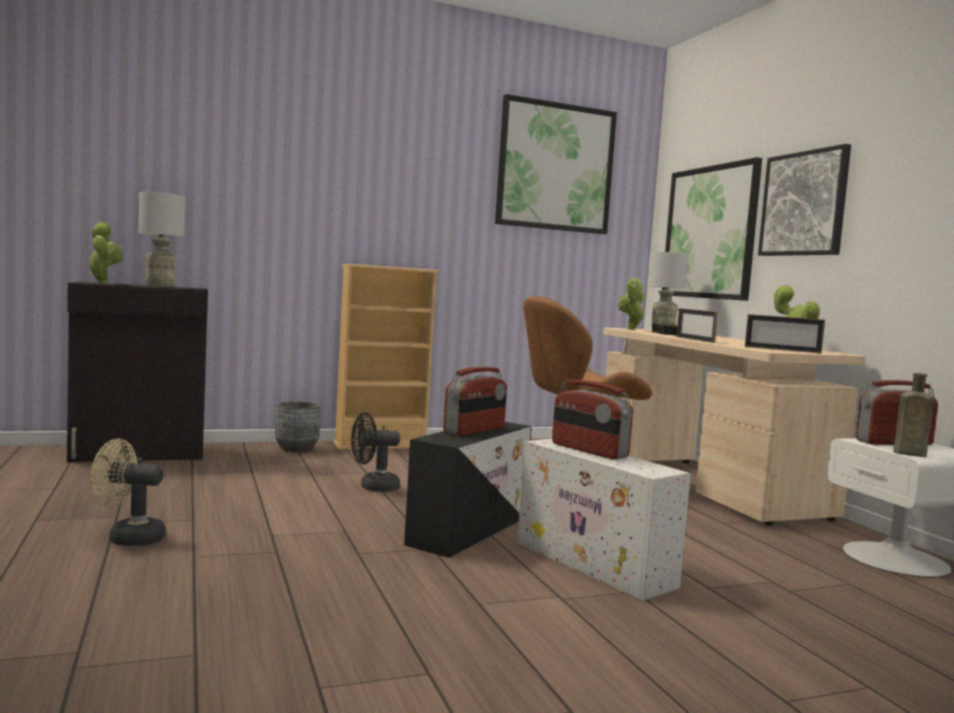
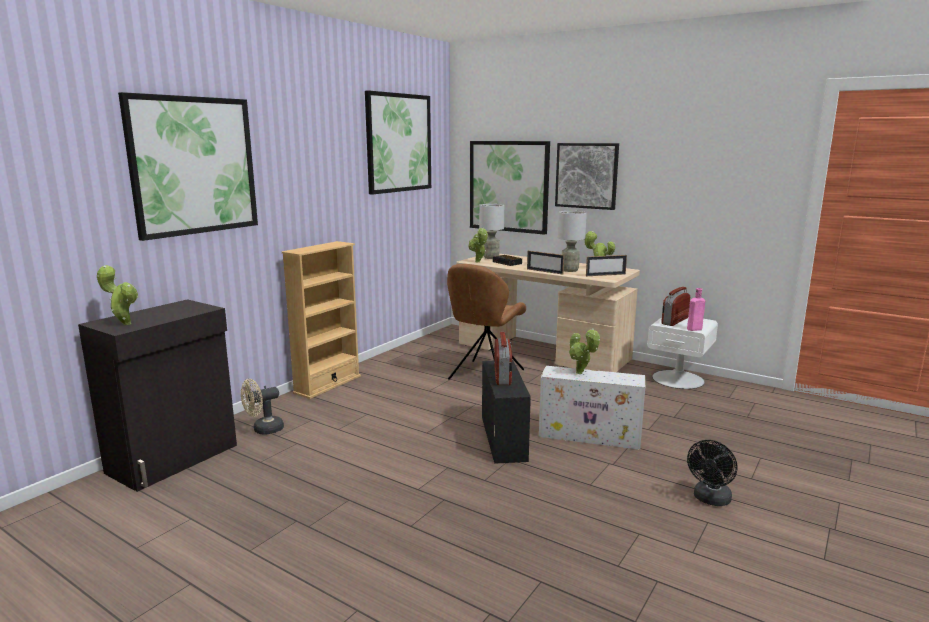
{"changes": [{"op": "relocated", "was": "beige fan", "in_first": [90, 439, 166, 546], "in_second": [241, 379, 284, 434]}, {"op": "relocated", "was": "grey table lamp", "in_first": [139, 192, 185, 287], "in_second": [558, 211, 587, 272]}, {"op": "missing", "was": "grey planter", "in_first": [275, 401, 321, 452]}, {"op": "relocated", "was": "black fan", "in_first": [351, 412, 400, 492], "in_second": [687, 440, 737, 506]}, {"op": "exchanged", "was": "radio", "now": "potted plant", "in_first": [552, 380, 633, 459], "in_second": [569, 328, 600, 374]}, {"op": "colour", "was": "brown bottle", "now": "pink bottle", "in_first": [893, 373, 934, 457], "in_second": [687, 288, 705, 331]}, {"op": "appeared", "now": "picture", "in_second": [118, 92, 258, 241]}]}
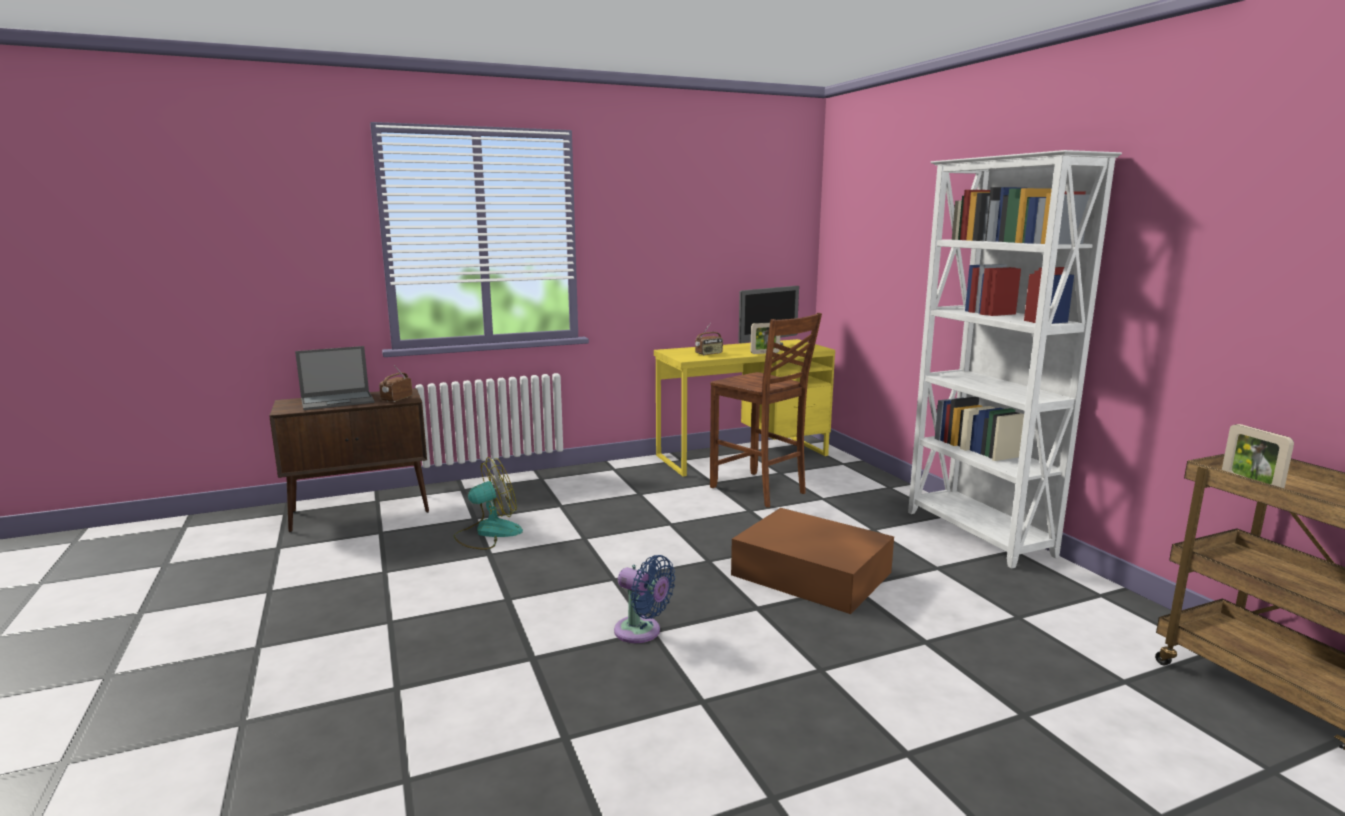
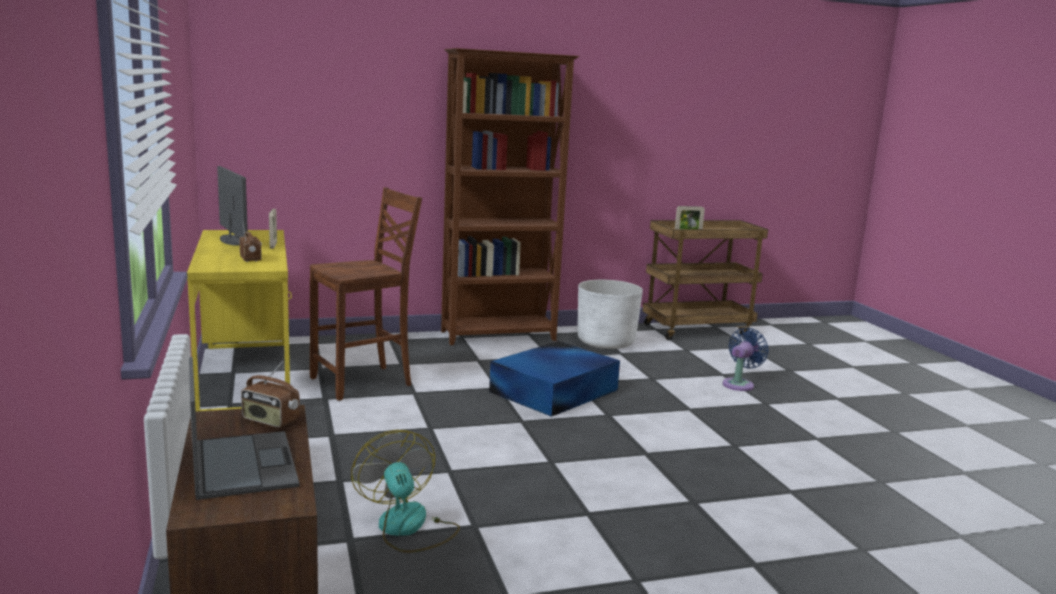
{"changes": [{"op": "relocated", "was": "blue fan", "in_first": [614, 555, 675, 643], "in_second": [722, 327, 769, 391]}, {"op": "colour", "was": "brown storage box", "now": "blue storage box", "in_first": [731, 508, 894, 614], "in_second": [489, 341, 620, 417]}, {"op": "colour", "was": "white bookcase", "now": "brown bookcase", "in_first": [908, 150, 1122, 568], "in_second": [441, 48, 579, 345]}, {"op": "appeared", "now": "white planter", "in_second": [578, 280, 643, 349]}]}
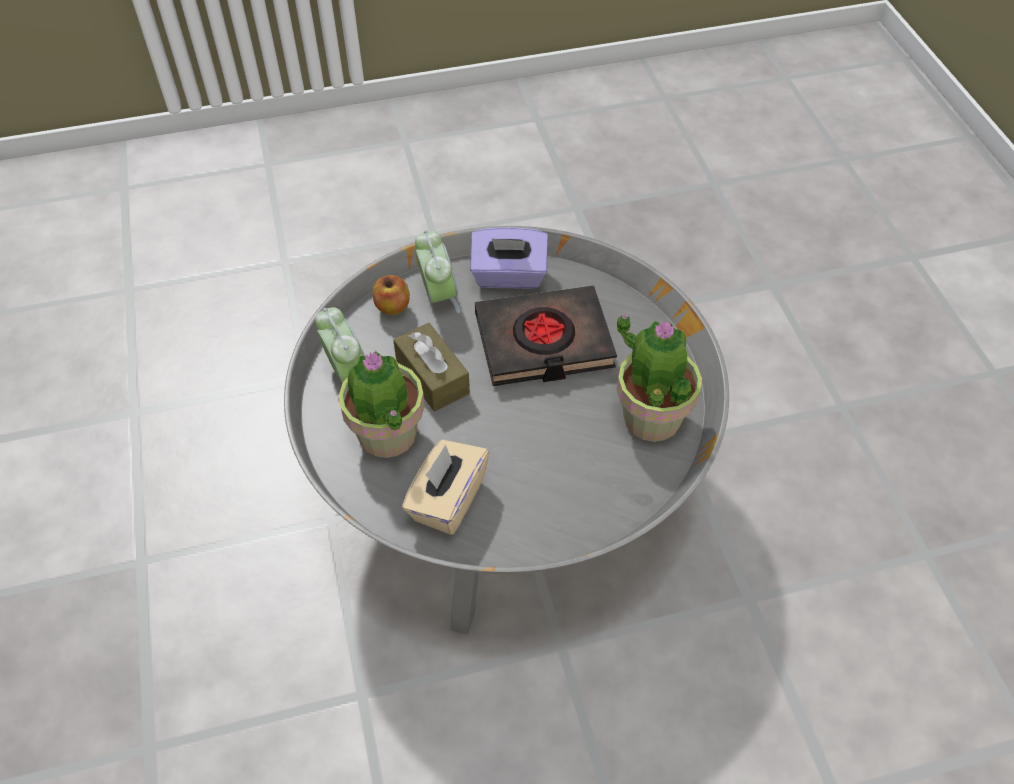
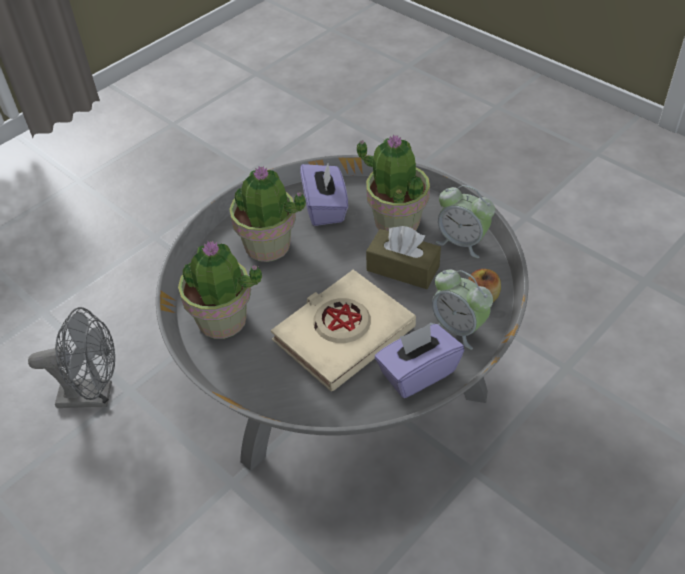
{"changes": [{"op": "colour", "was": "beige tissue box", "now": "purple tissue box", "in_first": [402, 440, 489, 535], "in_second": [300, 161, 348, 226]}, {"op": "colour", "was": "black book", "now": "beige book", "in_first": [475, 286, 617, 386], "in_second": [271, 270, 416, 392]}, {"op": "appeared", "now": "grey fan", "in_second": [28, 307, 115, 408]}, {"op": "appeared", "now": "potted plant", "in_second": [229, 166, 306, 262]}]}
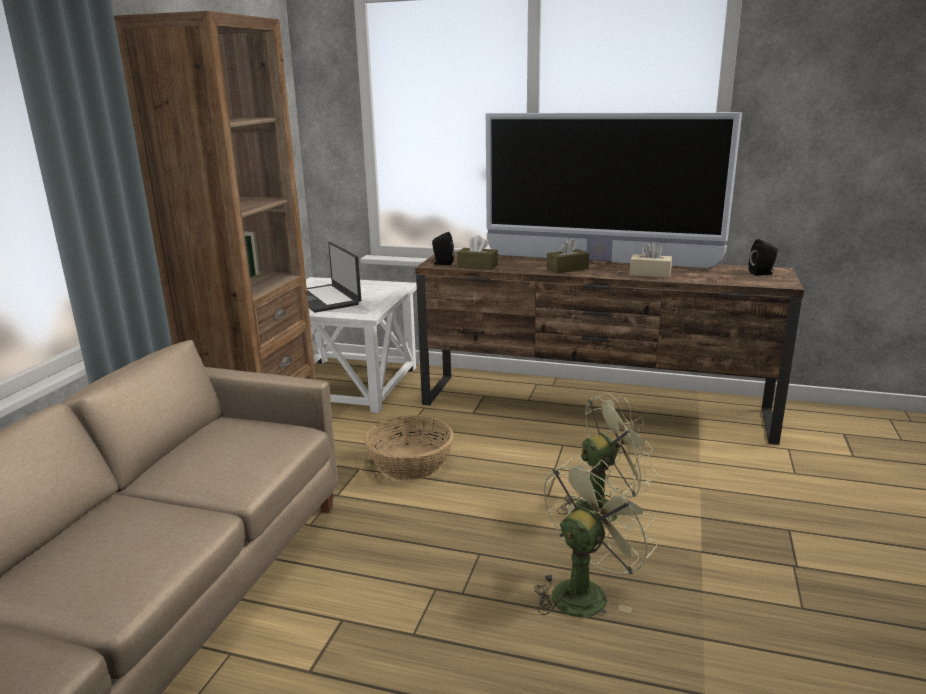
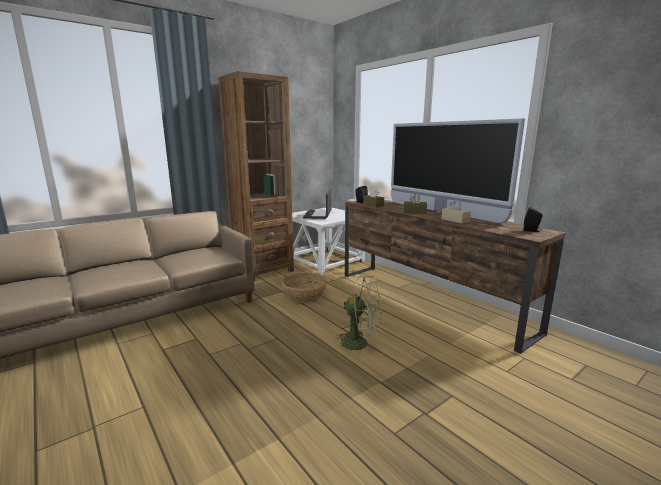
{"changes": [{"op": "missing", "was": "green fan", "in_first": [534, 457, 657, 617]}]}
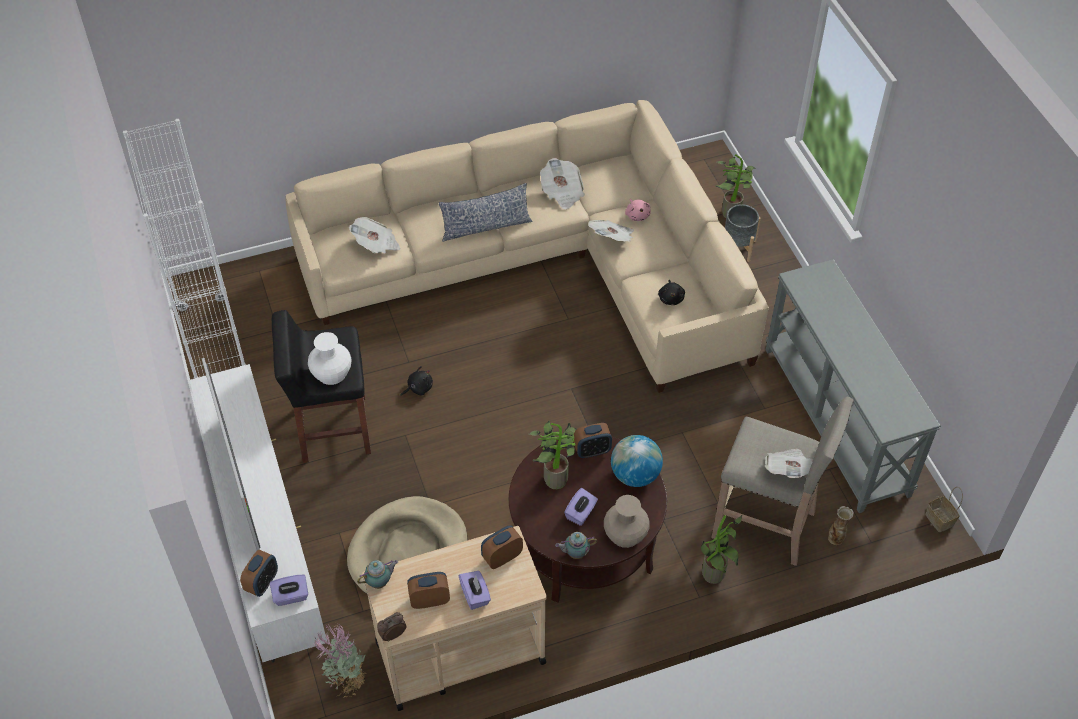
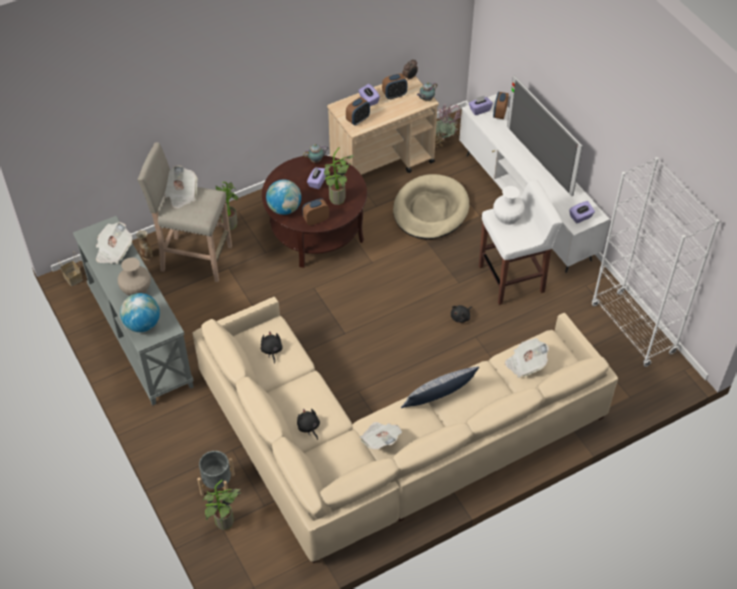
{"changes": [{"op": "colour", "was": "black stool", "now": "white stool", "in_first": [272, 310, 371, 463], "in_second": [479, 180, 562, 305]}, {"op": "relocated", "was": "newspaper", "in_first": [588, 220, 634, 242], "in_second": [96, 222, 132, 264]}, {"op": "relocated", "was": "beige vase", "in_first": [604, 495, 649, 548], "in_second": [118, 257, 151, 296]}, {"op": "colour", "was": "pink plush toy", "now": "black plush toy", "in_first": [625, 199, 651, 221], "in_second": [297, 409, 320, 440]}, {"op": "appeared", "now": "globe", "in_second": [120, 293, 160, 332]}, {"op": "appeared", "now": "purple tissue box", "in_second": [569, 201, 595, 223]}]}
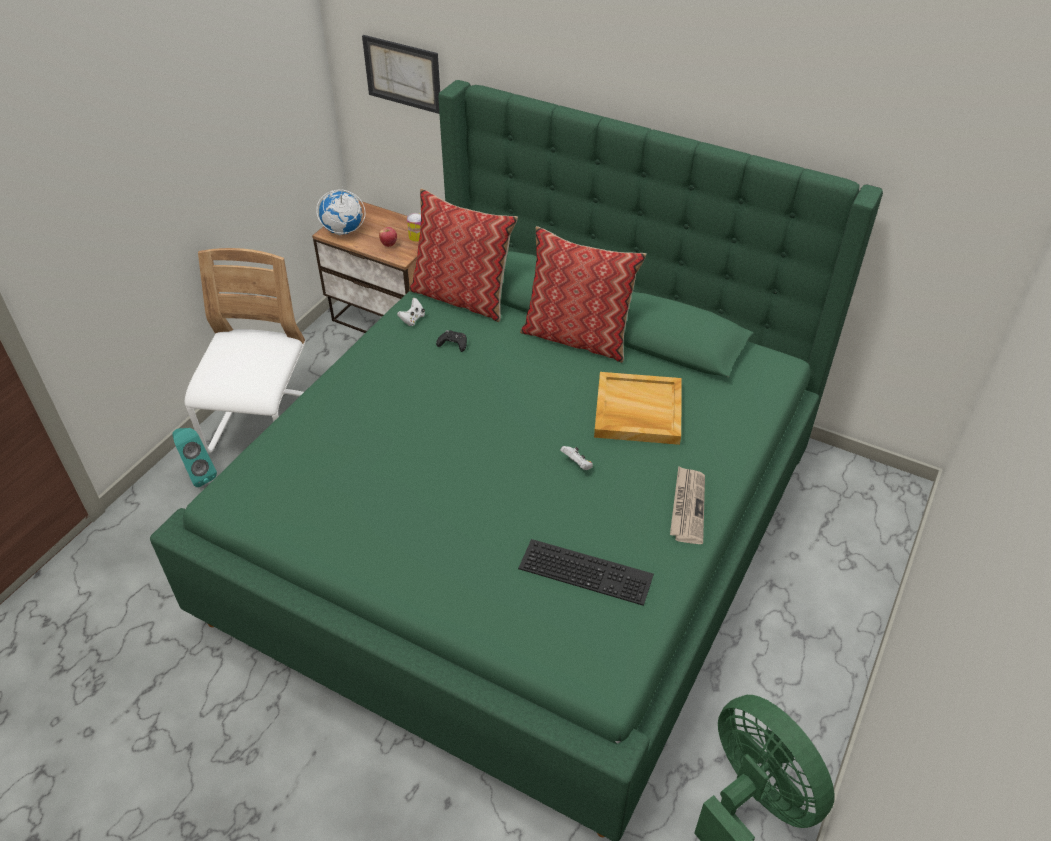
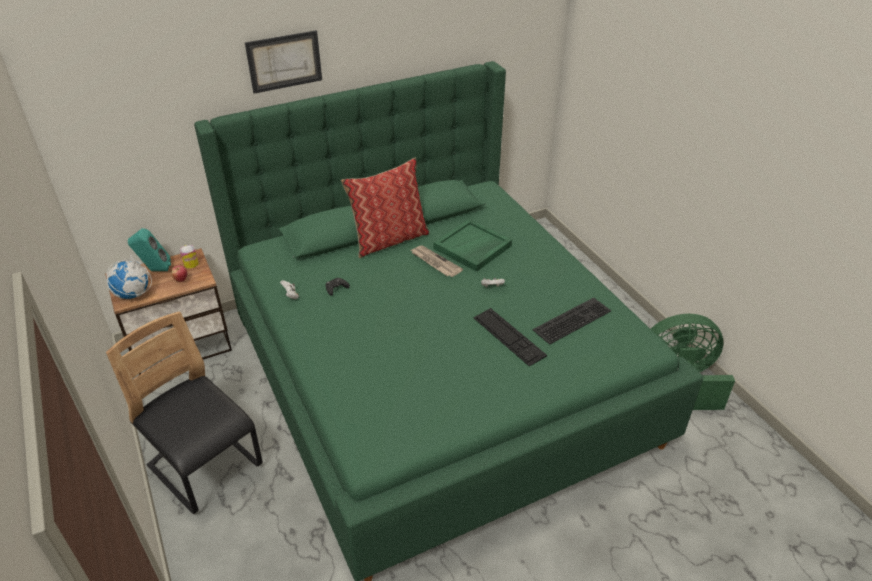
{"changes": [{"op": "relocated", "was": "turquoise speaker", "in_first": [172, 428, 217, 487], "in_second": [128, 228, 171, 271]}, {"op": "colour", "was": "white chair", "now": "black chair", "in_first": [185, 248, 306, 453], "in_second": [106, 311, 263, 514]}, {"op": "relocated", "was": "picture", "in_first": [362, 35, 440, 114], "in_second": [245, 30, 322, 94]}, {"op": "missing", "was": "pillow", "in_first": [409, 188, 518, 322]}, {"op": "colour", "was": "beige tray", "now": "green tray", "in_first": [594, 372, 682, 445], "in_second": [433, 219, 512, 272]}, {"op": "relocated", "was": "newspaper", "in_first": [670, 466, 705, 544], "in_second": [411, 245, 463, 277]}, {"op": "appeared", "now": "keyboard", "in_second": [474, 308, 547, 366]}]}
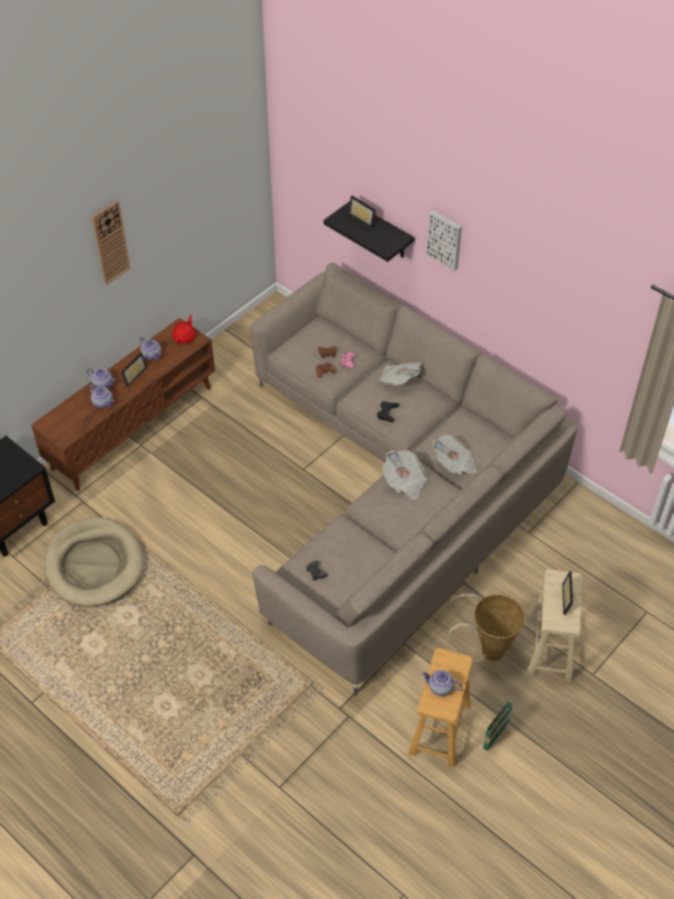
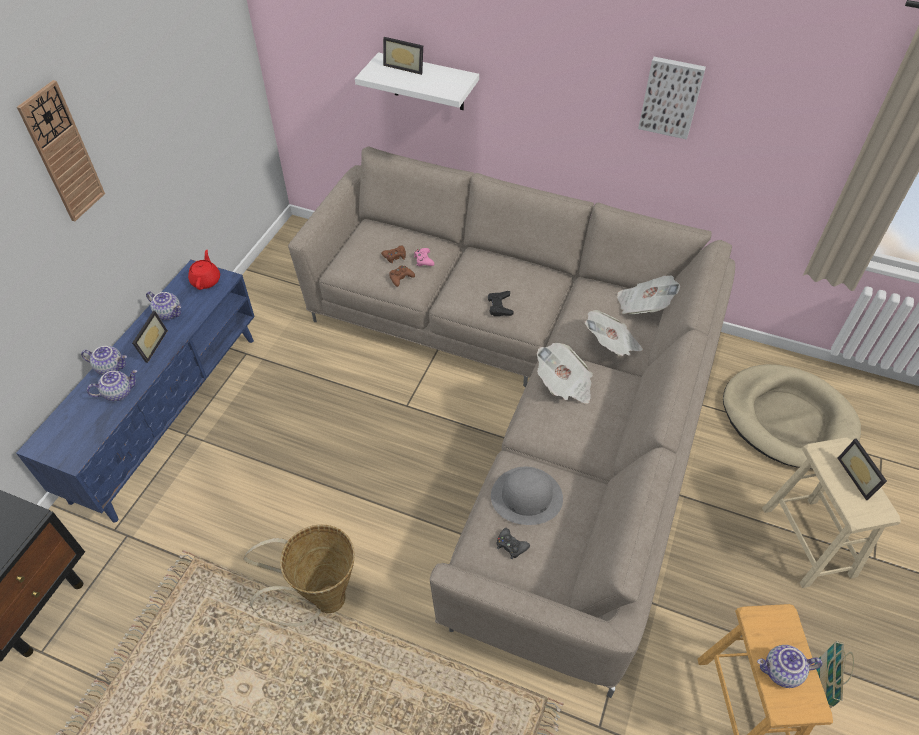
{"changes": [{"op": "colour", "was": "brown tv stand", "now": "blue tv stand", "in_first": [31, 318, 215, 491], "in_second": [16, 260, 255, 523]}, {"op": "relocated", "was": "beige dog bed", "in_first": [44, 517, 144, 607], "in_second": [723, 364, 861, 469]}, {"op": "spun", "was": "teapot", "in_first": [89, 385, 114, 408], "in_second": [87, 370, 138, 401], "clockwise": -45}, {"op": "colour", "was": "black shelf", "now": "white shelf", "in_first": [323, 201, 414, 262], "in_second": [355, 52, 479, 110]}, {"op": "relocated", "was": "newspaper", "in_first": [378, 362, 421, 385], "in_second": [617, 275, 681, 314]}, {"op": "relocated", "was": "picture", "in_first": [426, 210, 462, 271], "in_second": [638, 57, 706, 140]}, {"op": "relocated", "was": "basket", "in_first": [449, 593, 526, 662], "in_second": [244, 524, 355, 627]}, {"op": "appeared", "now": "grey hat", "in_second": [491, 467, 563, 525]}]}
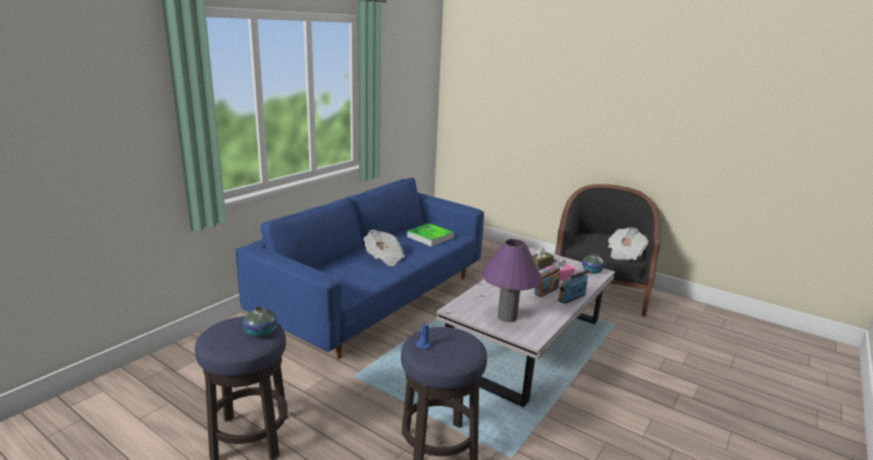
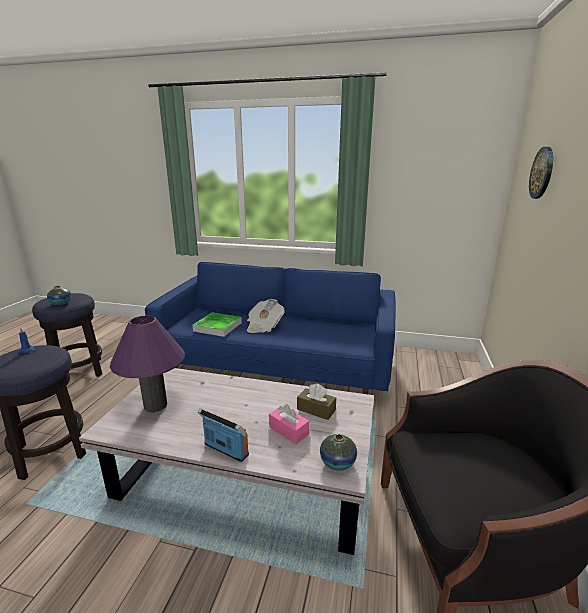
{"changes": [{"op": "relocated", "was": "tray", "in_first": [407, 223, 454, 247], "in_second": [192, 312, 242, 337]}, {"op": "missing", "was": "radio", "in_first": [534, 259, 561, 297]}, {"op": "missing", "was": "newspaper", "in_first": [608, 227, 648, 260]}, {"op": "appeared", "now": "wall clock", "in_second": [529, 147, 553, 199]}]}
